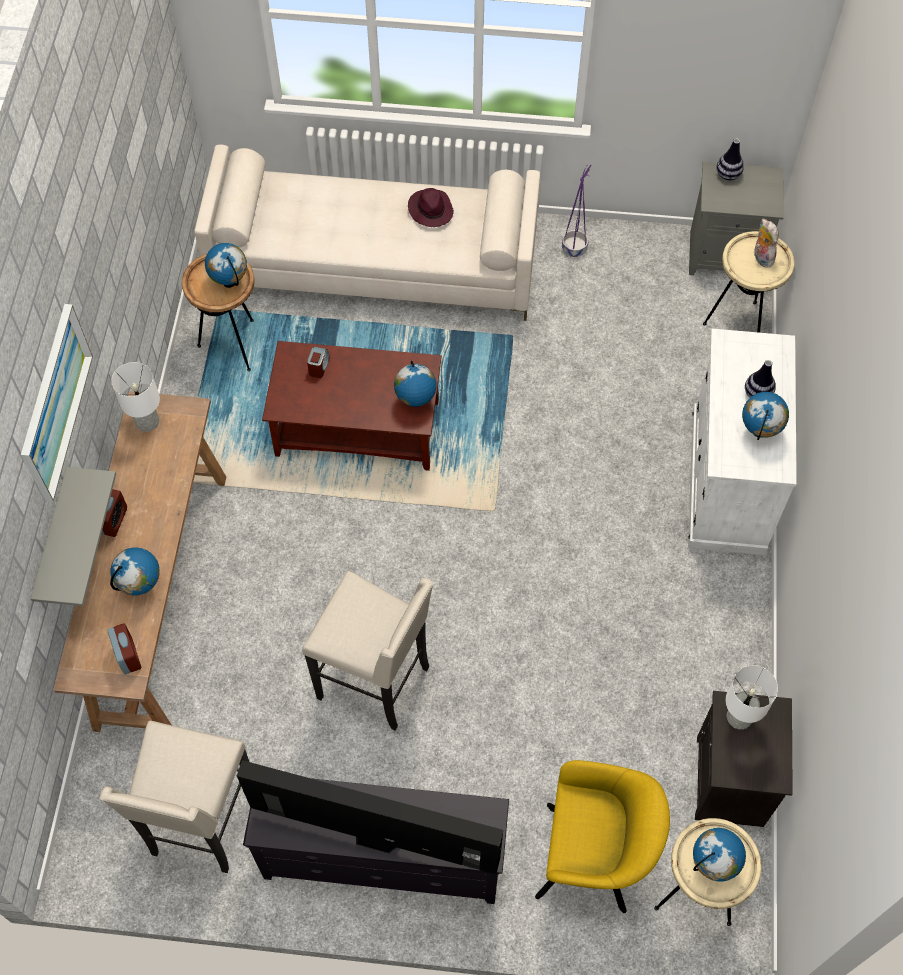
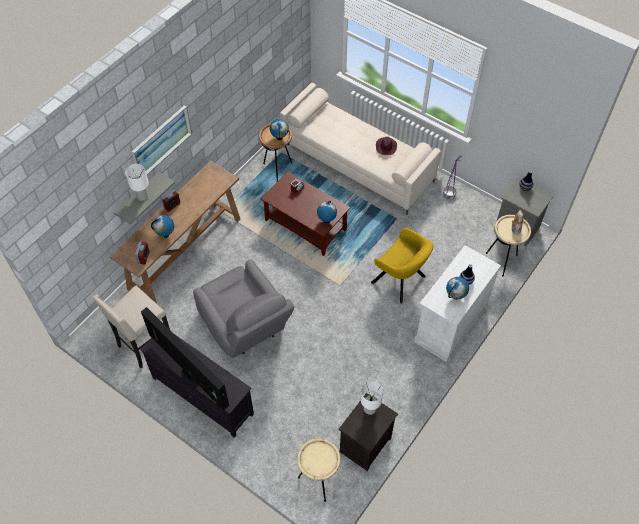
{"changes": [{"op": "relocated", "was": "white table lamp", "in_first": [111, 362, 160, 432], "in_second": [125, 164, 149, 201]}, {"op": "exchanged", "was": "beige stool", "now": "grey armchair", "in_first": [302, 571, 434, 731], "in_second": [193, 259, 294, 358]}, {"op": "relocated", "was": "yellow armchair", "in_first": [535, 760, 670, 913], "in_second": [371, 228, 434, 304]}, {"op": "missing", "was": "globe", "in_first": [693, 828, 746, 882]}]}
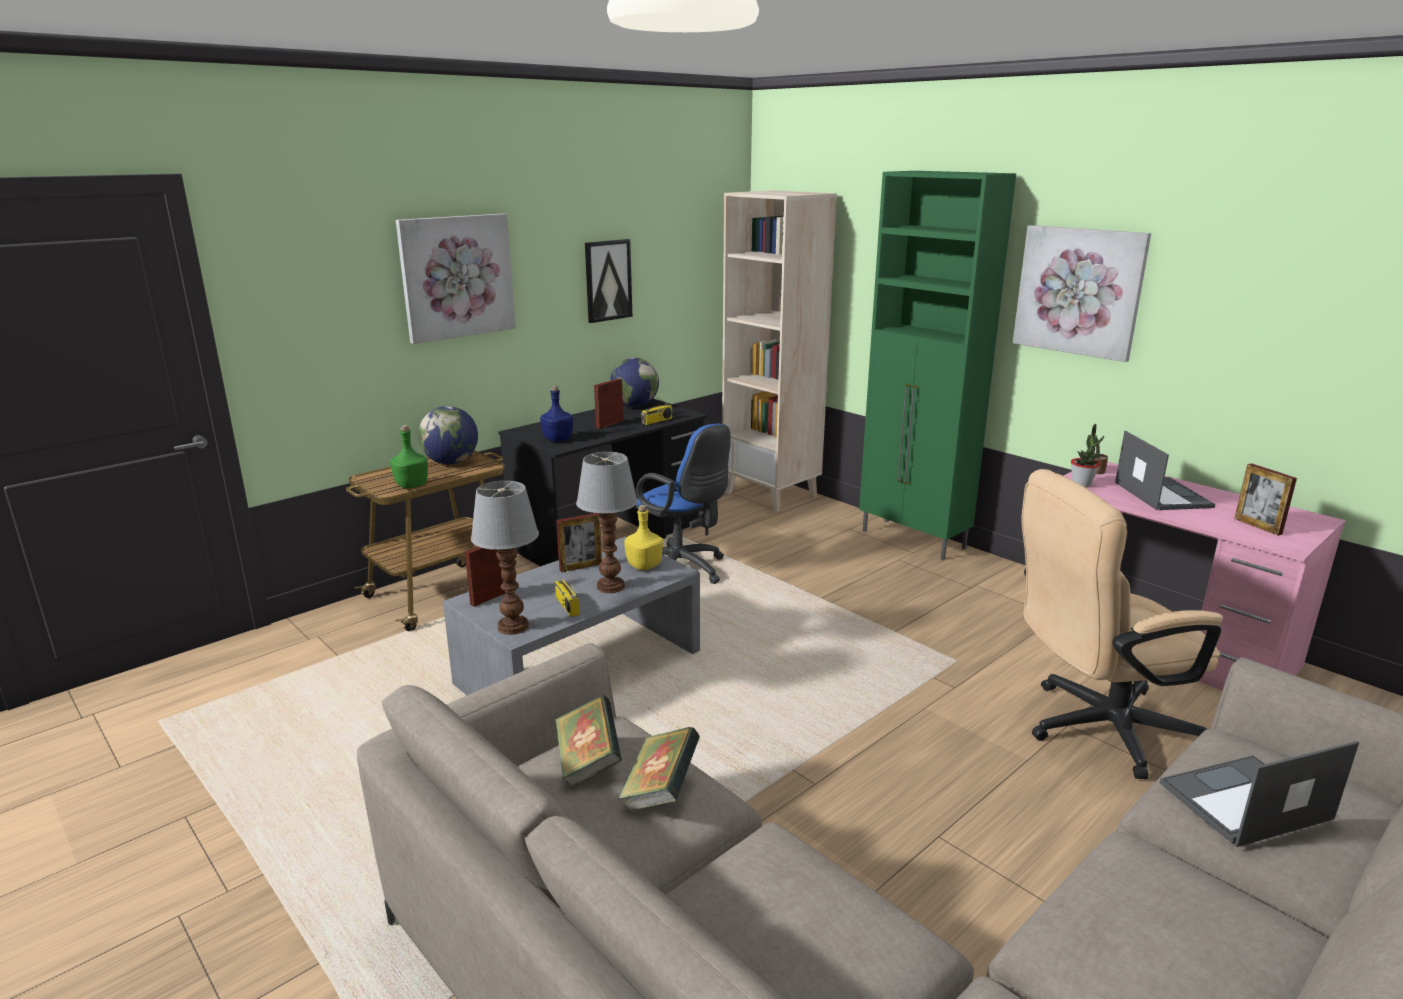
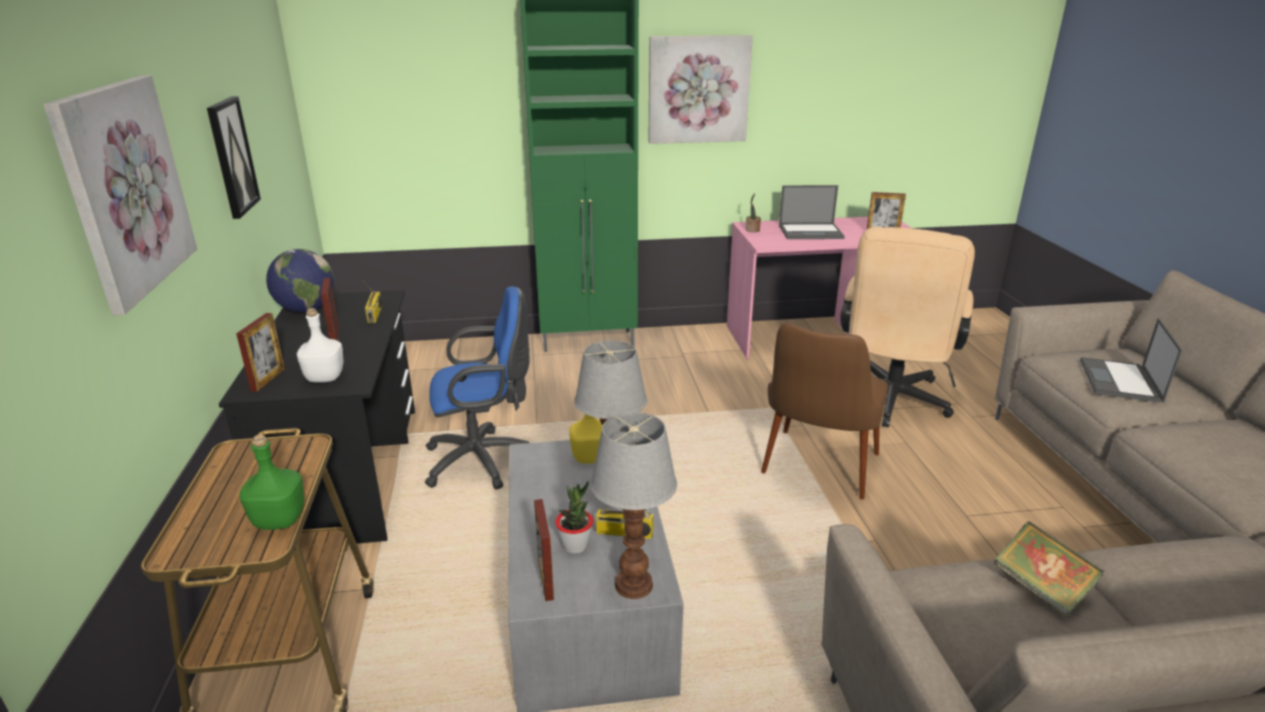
{"changes": [{"op": "missing", "was": "globe", "in_first": [418, 406, 478, 464]}, {"op": "colour", "was": "blue bottle", "now": "white bottle", "in_first": [540, 386, 573, 442], "in_second": [297, 308, 343, 383]}, {"op": "relocated", "was": "picture frame", "in_first": [556, 513, 602, 572], "in_second": [236, 313, 285, 392]}, {"op": "missing", "was": "book", "in_first": [556, 695, 622, 788]}, {"op": "missing", "was": "beige bookcase", "in_first": [722, 190, 837, 512]}, {"op": "relocated", "was": "potted plant", "in_first": [1071, 434, 1104, 487], "in_second": [555, 482, 593, 554]}, {"op": "spun", "was": "laptop", "in_first": [1115, 431, 1215, 510], "in_second": [779, 185, 845, 239], "clockwise": 150}, {"op": "appeared", "now": "brown chair", "in_second": [761, 323, 888, 500]}]}
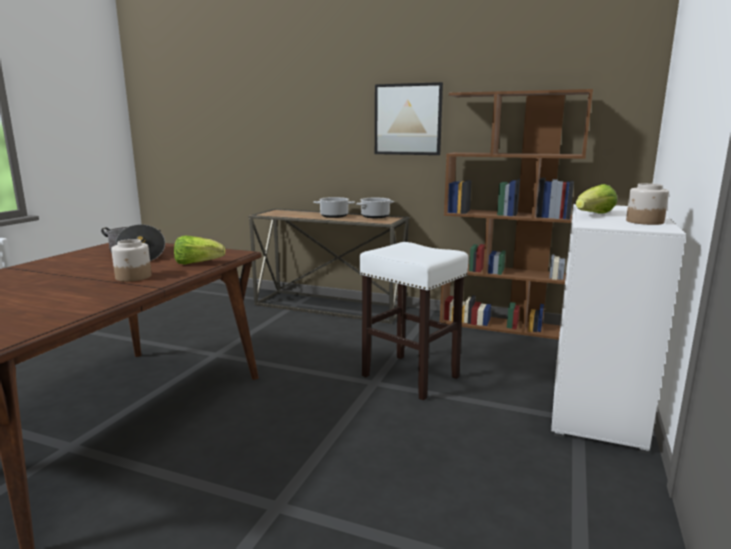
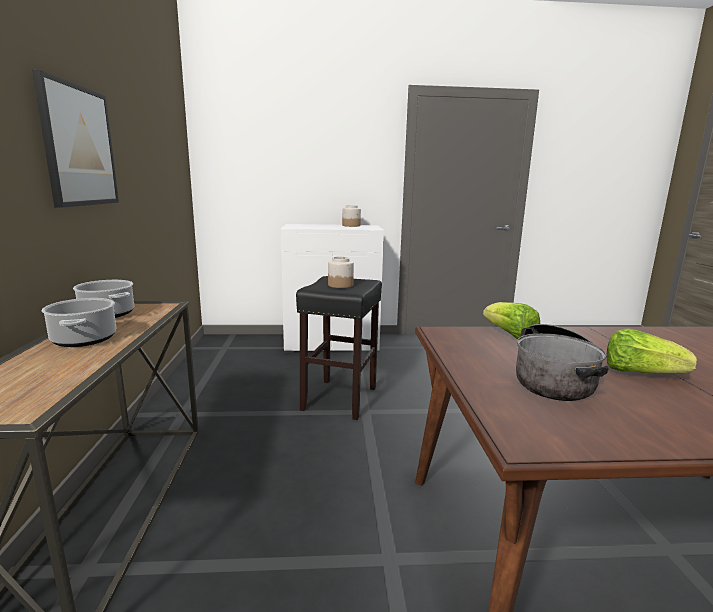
{"changes": [{"op": "relocated", "was": "jar", "in_first": [111, 239, 151, 282], "in_second": [328, 257, 354, 288]}, {"op": "colour", "was": "white stool", "now": "black stool", "in_first": [360, 242, 469, 400], "in_second": [296, 276, 382, 420]}, {"op": "missing", "was": "brown bookcase", "in_first": [440, 89, 593, 340]}, {"op": "relocated", "was": "lettuce", "in_first": [576, 184, 617, 214], "in_second": [607, 328, 697, 374]}]}
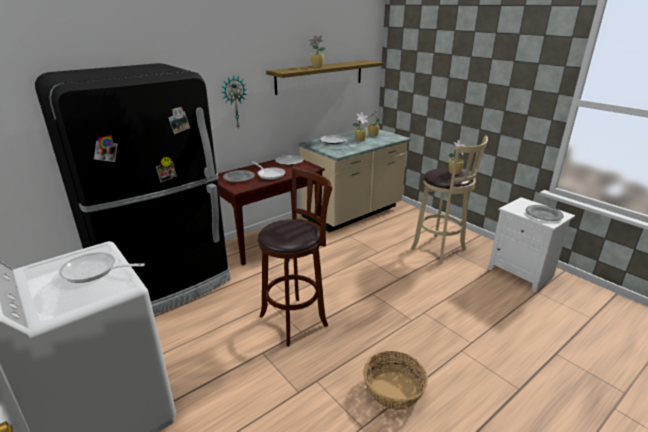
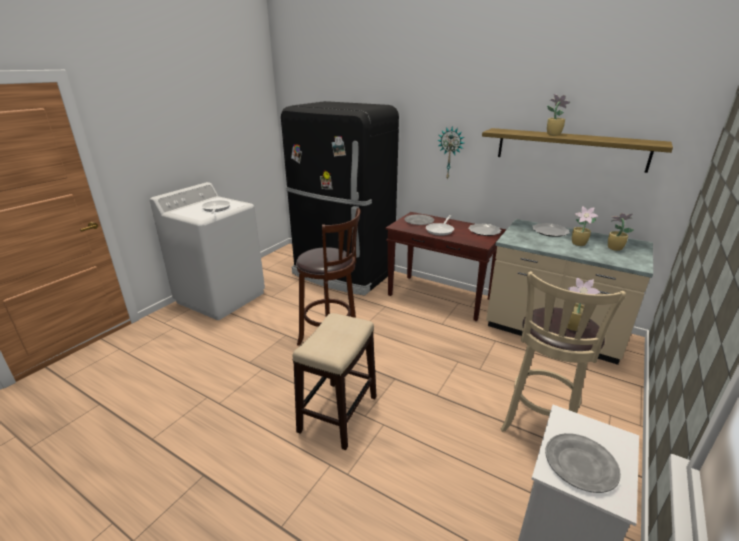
{"changes": [{"op": "missing", "was": "basket", "in_first": [363, 351, 428, 410]}, {"op": "appeared", "now": "stool", "in_second": [293, 313, 377, 450]}]}
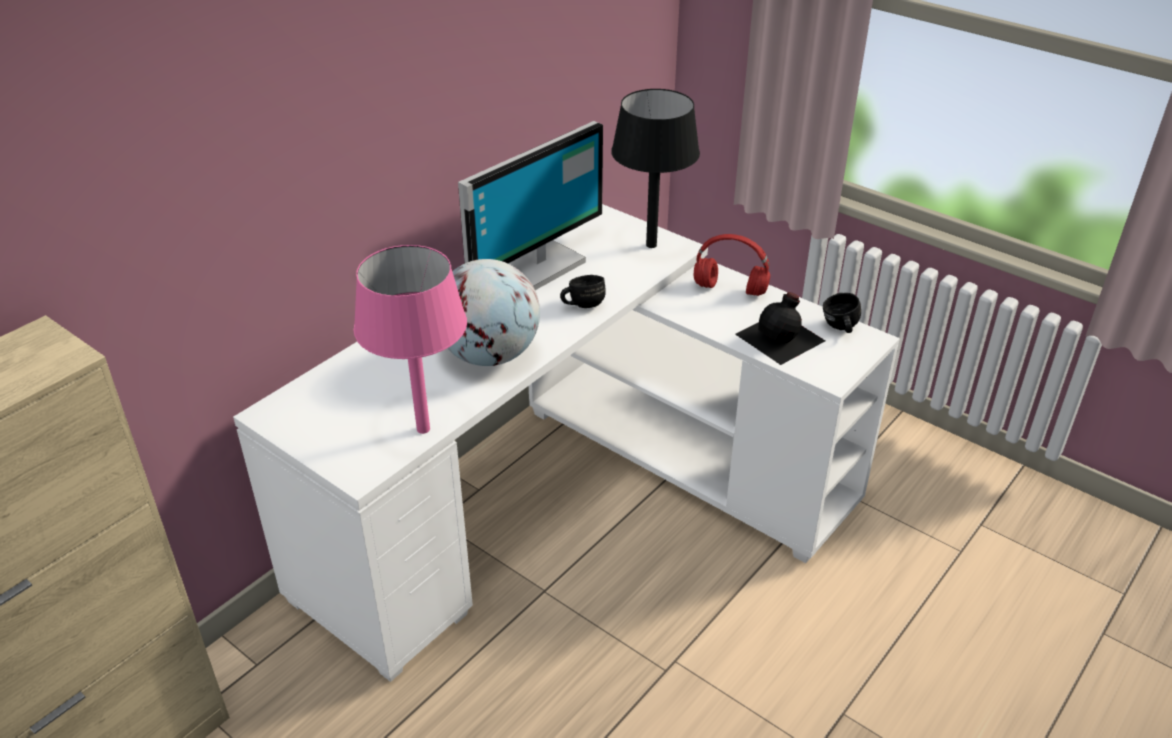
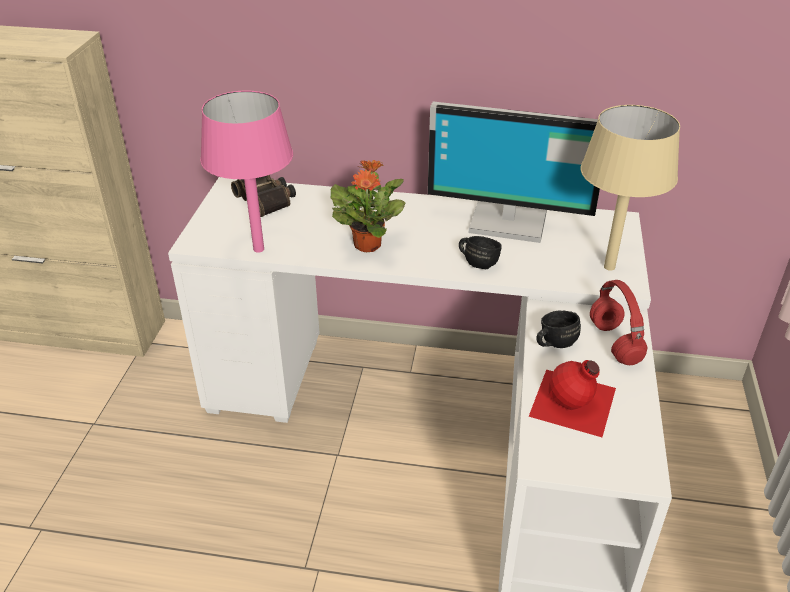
{"changes": [{"op": "exchanged", "was": "globe", "now": "potted plant", "in_first": [447, 259, 540, 366], "in_second": [331, 160, 405, 252]}, {"op": "colour", "was": "black table lamp", "now": "beige table lamp", "in_first": [611, 89, 700, 248], "in_second": [581, 105, 680, 271]}, {"op": "colour", "was": "black bottle", "now": "red bottle", "in_first": [735, 292, 825, 365], "in_second": [529, 360, 616, 437]}, {"op": "relocated", "was": "black mug", "in_first": [823, 293, 861, 333], "in_second": [536, 310, 581, 348]}, {"op": "appeared", "now": "binoculars", "in_second": [231, 175, 296, 217]}]}
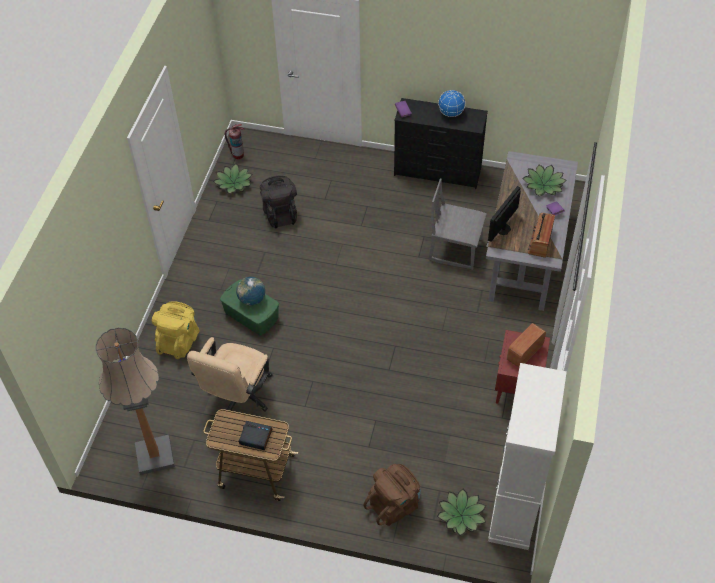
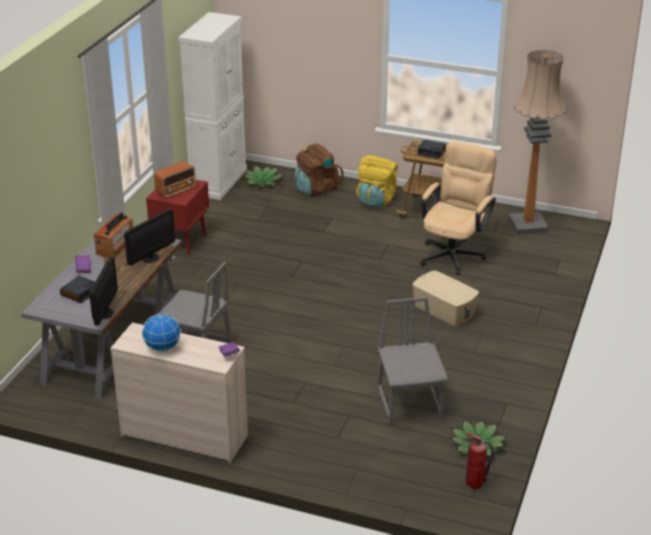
{"changes": [{"op": "relocated", "was": "yellow backpack", "in_first": [152, 301, 200, 359], "in_second": [356, 155, 398, 208]}, {"op": "colour", "was": "green storage box", "now": "beige storage box", "in_first": [220, 279, 279, 336], "in_second": [412, 270, 479, 327]}, {"op": "missing", "was": "globe", "in_first": [236, 277, 265, 306]}, {"op": "exchanged", "was": "black backpack", "now": "grey chair", "in_first": [260, 176, 297, 228], "in_second": [377, 297, 448, 424]}, {"op": "colour", "was": "black dresser", "now": "beige dresser", "in_first": [394, 98, 488, 189], "in_second": [110, 323, 248, 463]}, {"op": "exchanged", "was": "potted plant", "now": "alarm clock", "in_first": [523, 165, 567, 196], "in_second": [60, 276, 95, 303]}, {"op": "appeared", "now": "monitor", "in_second": [89, 257, 118, 326]}]}
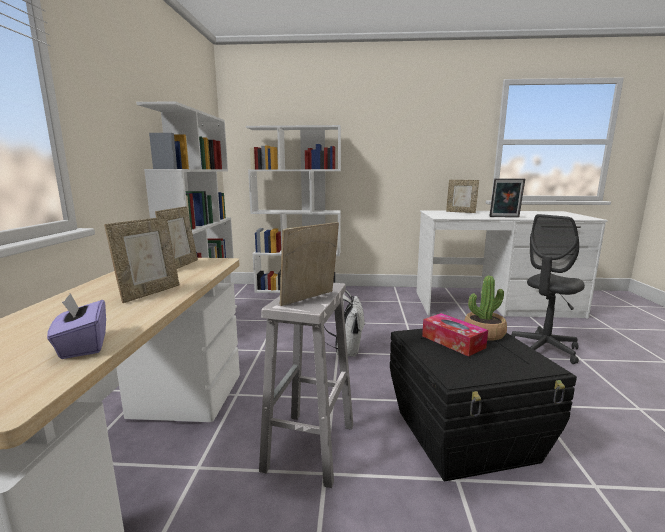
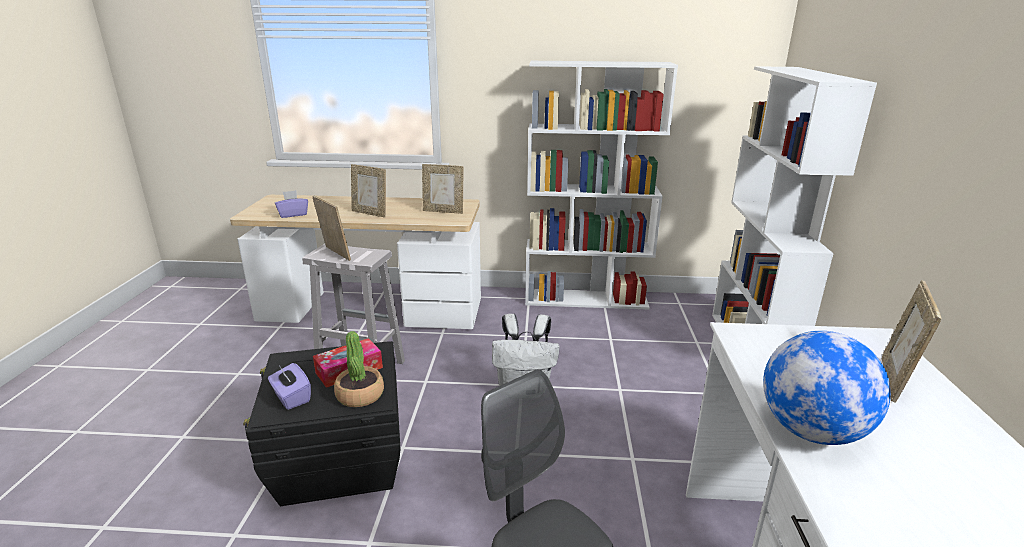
{"changes": [{"op": "exchanged", "was": "picture frame", "now": "globe", "in_first": [489, 178, 525, 217], "in_second": [763, 331, 891, 445]}, {"op": "appeared", "now": "purple tissue box", "in_second": [268, 363, 311, 410]}]}
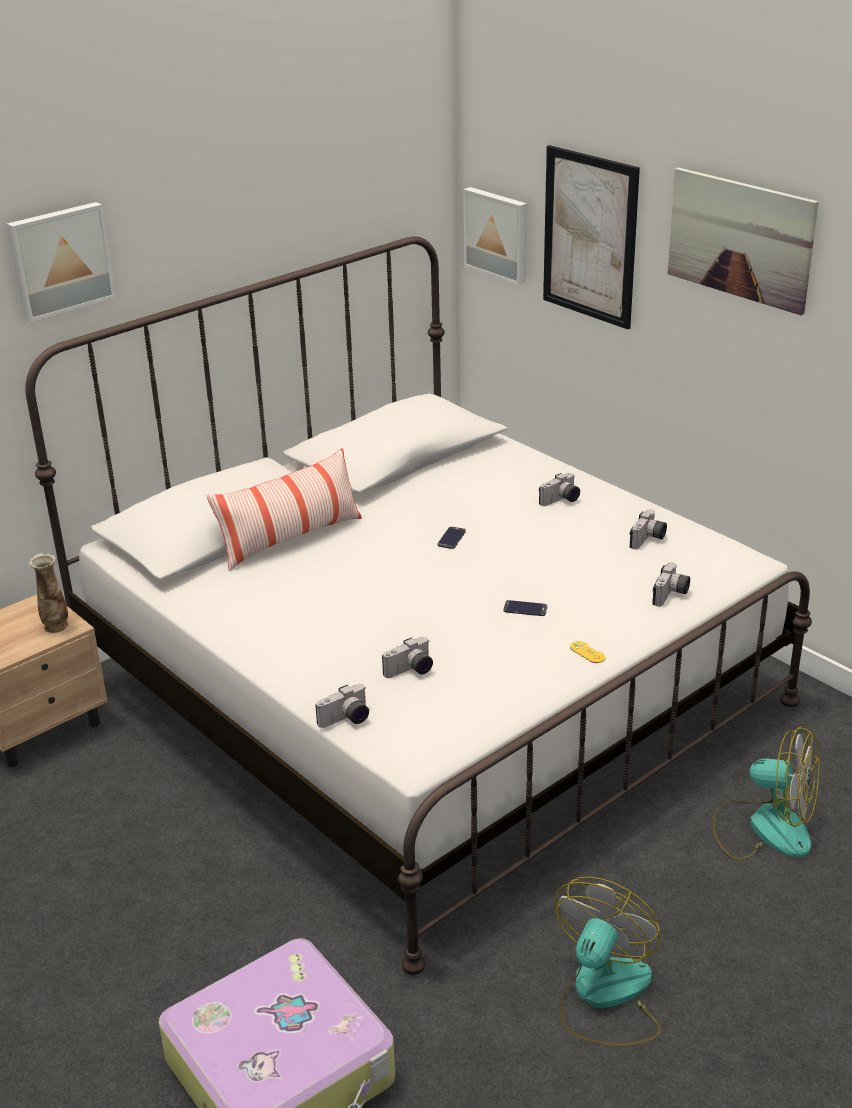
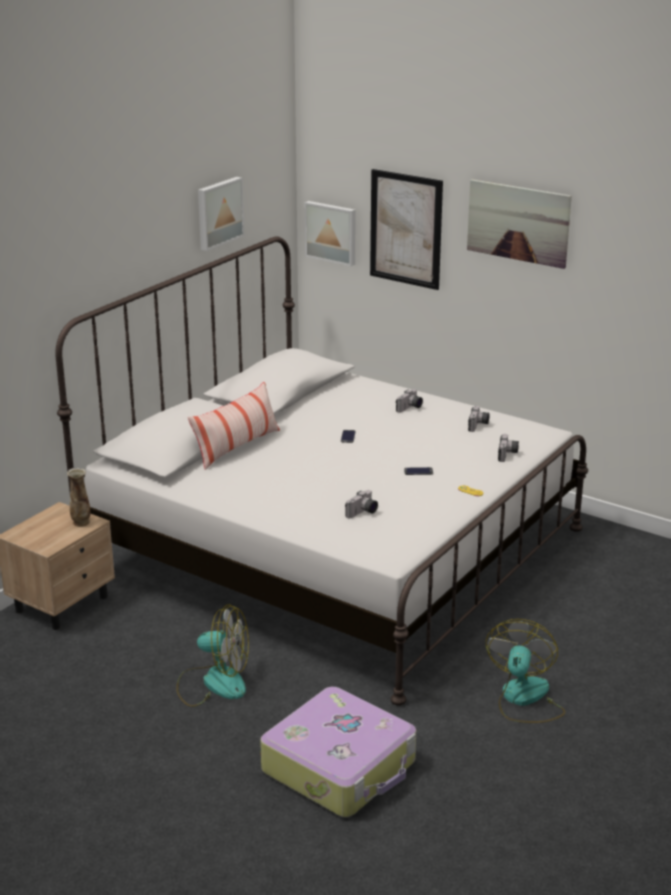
{"changes": [{"op": "relocated", "was": "picture", "in_first": [7, 202, 116, 322], "in_second": [198, 177, 244, 251]}, {"op": "missing", "was": "photo camera", "in_first": [315, 684, 369, 728]}, {"op": "relocated", "was": "fan", "in_first": [713, 726, 819, 860], "in_second": [176, 605, 249, 707]}]}
